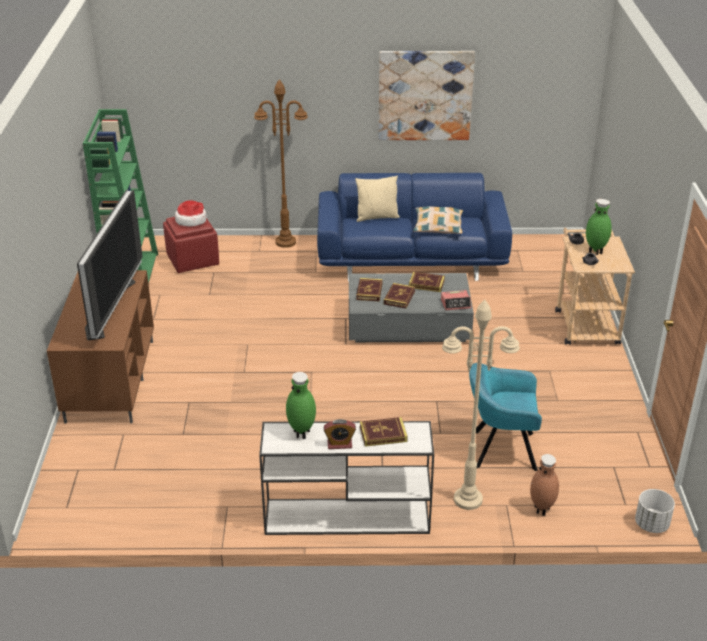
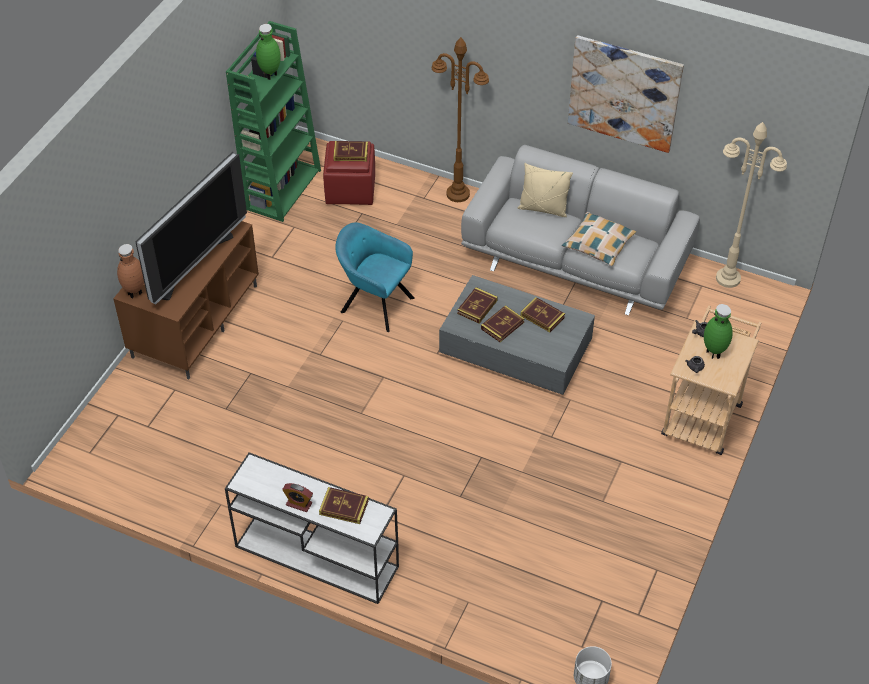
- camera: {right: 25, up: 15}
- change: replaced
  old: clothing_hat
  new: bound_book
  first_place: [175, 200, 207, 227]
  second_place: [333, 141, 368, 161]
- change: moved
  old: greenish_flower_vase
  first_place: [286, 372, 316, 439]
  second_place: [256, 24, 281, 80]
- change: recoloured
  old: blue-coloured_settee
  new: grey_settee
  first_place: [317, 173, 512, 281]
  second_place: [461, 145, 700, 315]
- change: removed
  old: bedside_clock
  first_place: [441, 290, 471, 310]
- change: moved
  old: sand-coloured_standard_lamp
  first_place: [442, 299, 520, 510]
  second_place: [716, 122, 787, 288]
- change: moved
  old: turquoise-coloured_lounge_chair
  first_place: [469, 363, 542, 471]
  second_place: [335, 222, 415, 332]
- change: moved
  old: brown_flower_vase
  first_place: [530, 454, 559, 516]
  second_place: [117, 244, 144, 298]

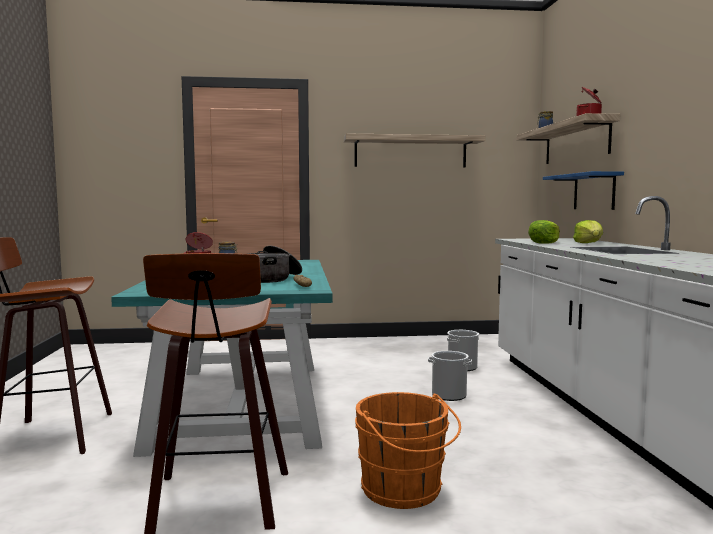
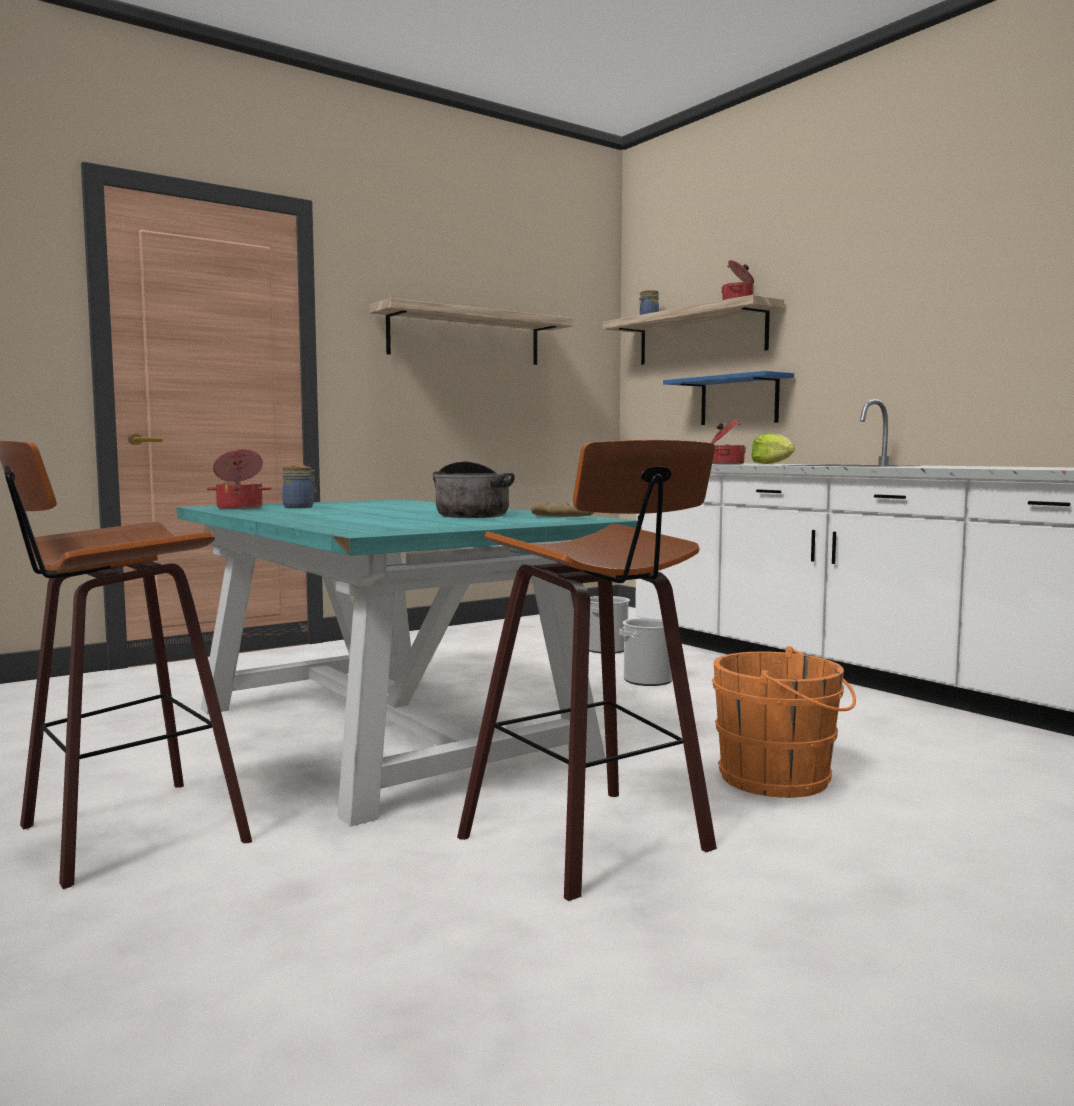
- camera: {right: -30, up: 0}
- change: replaced
  old: lettuce
  new: stockpot
  first_place: [528, 220, 560, 244]
  second_place: [711, 419, 746, 465]

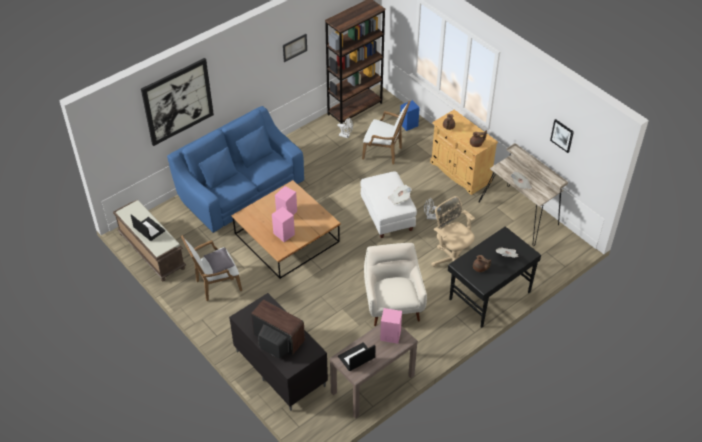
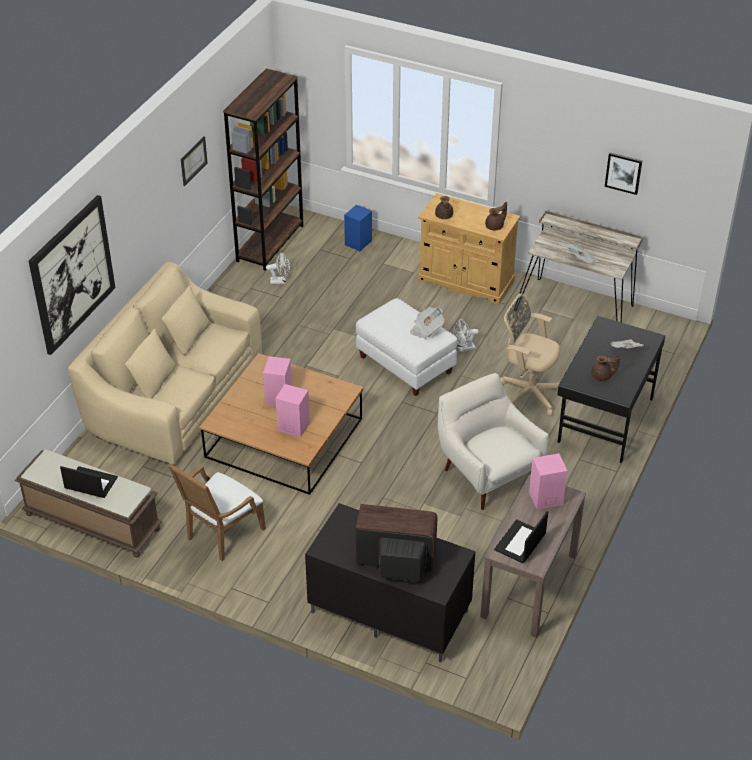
- camera: {right: -25, up: -5}
- change: recoloured
  old: blue-coloured_settee
  new: sand-coloured_settee
  first_place: [167, 106, 304, 233]
  second_place: [68, 262, 262, 465]
- change: removed
  old: grey_throw_pillow
  first_place: [204, 247, 235, 274]
- change: removed
  old: white_lounge_chair
  first_place: [362, 101, 411, 165]

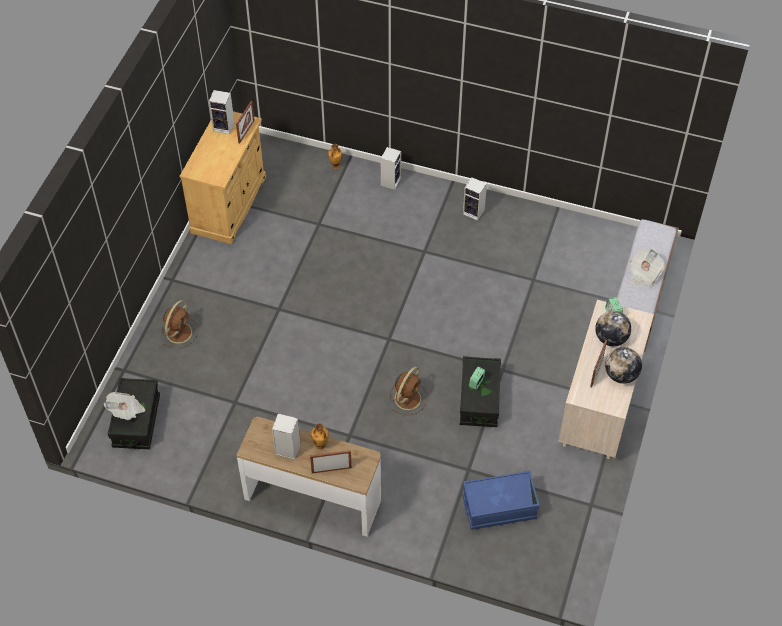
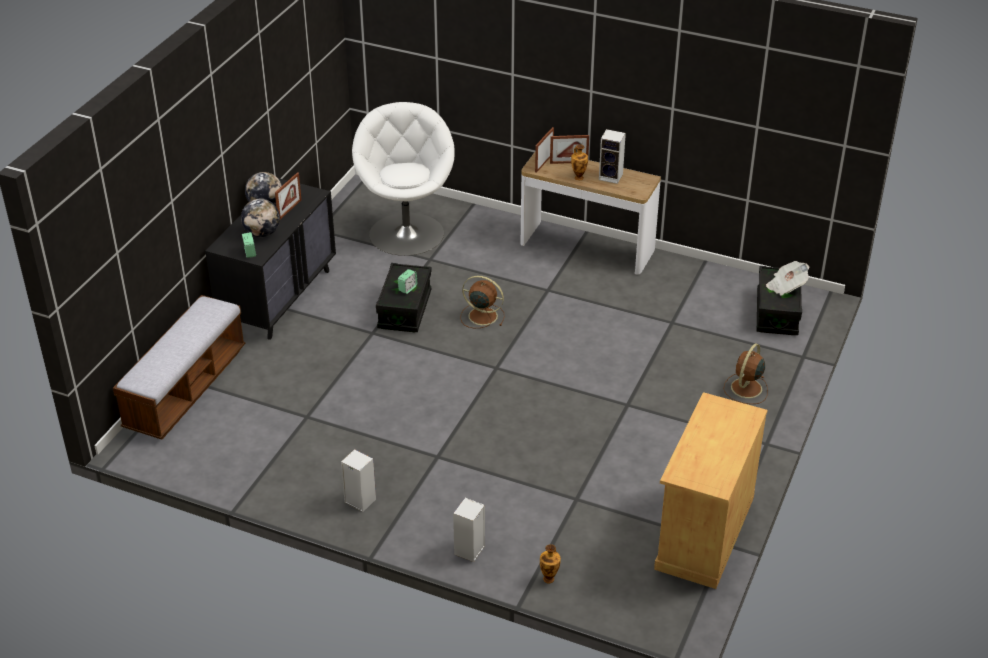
- camera: {right: -175, up: -15}
- change: removed
  old: loudspeaker
  first_place: [209, 90, 235, 134]
- change: moved
  old: photo_frame
  first_place: [236, 101, 255, 144]
  second_place: [535, 127, 554, 173]
- change: turned
  old: brown_cooling_fan
  first_place: [390, 367, 428, 415]
  second_place: [460, 276, 504, 328]
  degrees: 75
- change: replaced
  old: blue-coloured_storage_box
  new: white_lounge_chair
  first_place: [463, 470, 540, 530]
  second_place: [352, 102, 455, 256]
- change: recoloured
  old: sand-coloured_dresser
  new: black_dresser
  first_place: [558, 300, 654, 459]
  second_place: [205, 178, 336, 340]
- change: removed
  old: newspaper
  first_place: [629, 249, 665, 286]

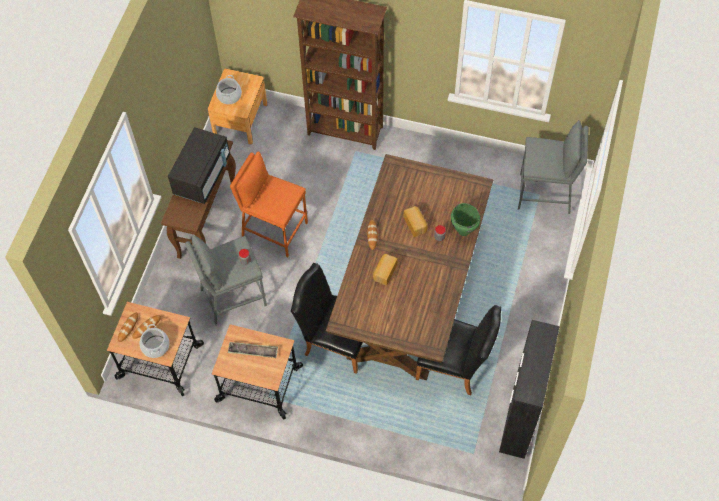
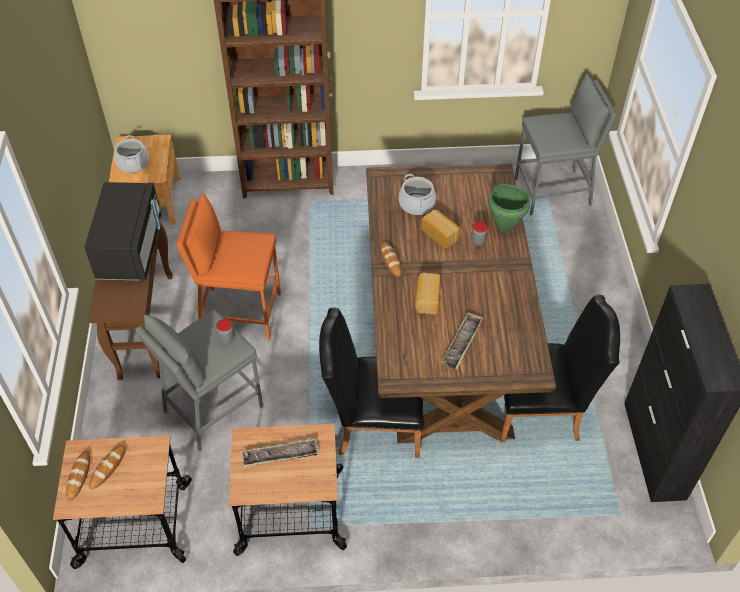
- camera: {right: -20, up: -10}
- change: moved
  old: stockpot
  first_place: [139, 324, 169, 358]
  second_place: [398, 174, 436, 215]
- change: added
  new: carrying_tray
  second_place: [441, 312, 483, 369]

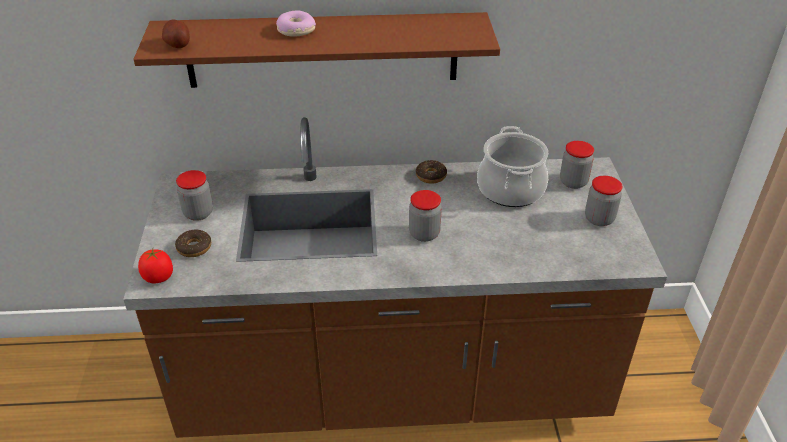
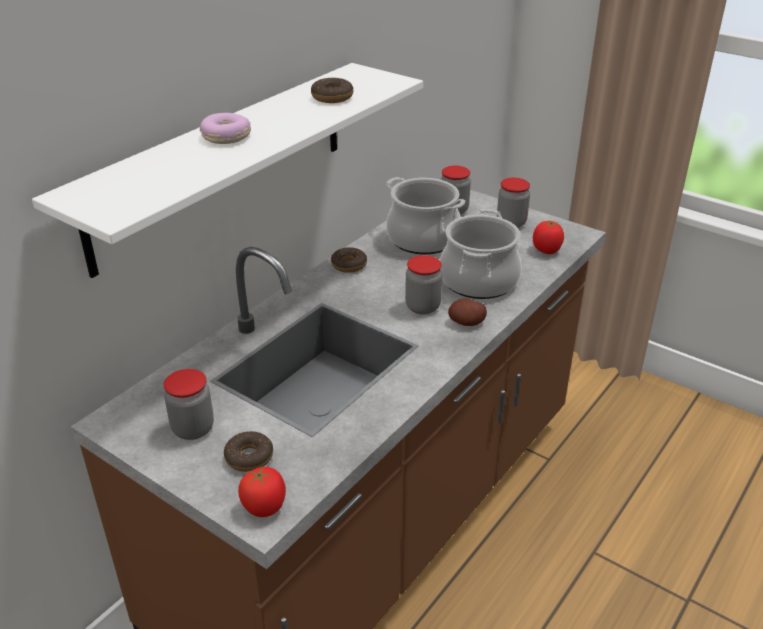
- camera: {right: -50, up: -5}
- change: recoloured
  old: brown_bracket_shelf
  new: white_bracket_shelf
  first_place: [133, 12, 500, 88]
  second_place: [32, 63, 423, 278]
- change: moved
  old: whole_potato
  first_place: [162, 19, 190, 48]
  second_place: [448, 298, 487, 326]
- change: added
  new: doughnut
  second_place: [311, 78, 353, 103]
- change: added
  new: stockpot
  second_place: [440, 209, 522, 299]
- change: added
  new: tomato
  second_place: [533, 221, 564, 254]

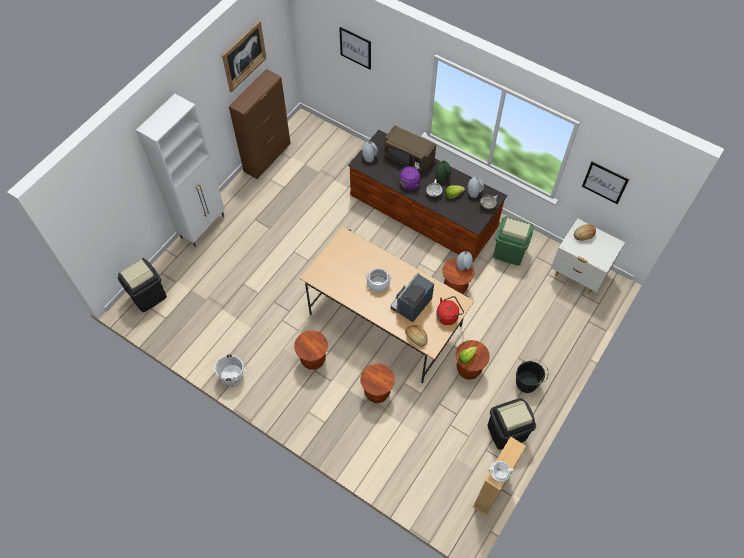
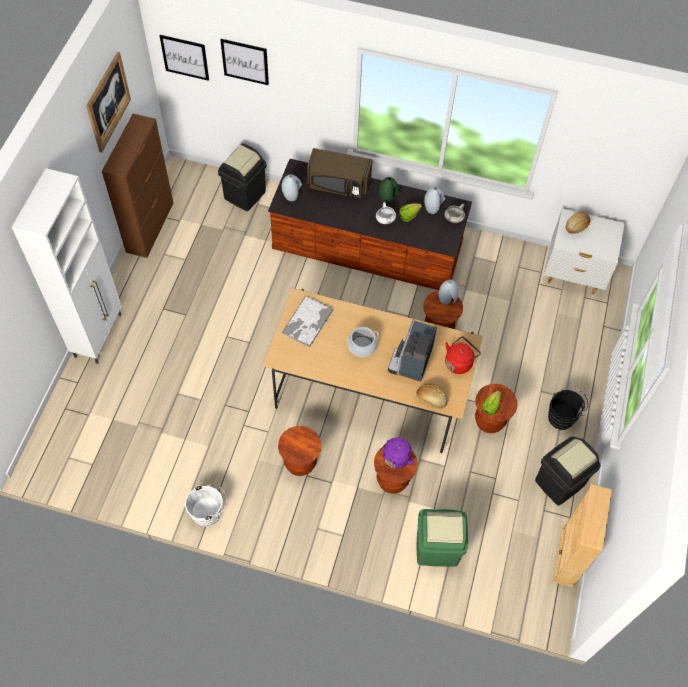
- camera: {right: -20, up: 0}
- change: moved
  old: black_waste_bin
  first_place: [118, 258, 167, 312]
  second_place: [218, 143, 267, 211]
- change: moved
  old: purple_kettle
  first_place: [396, 167, 420, 190]
  second_place: [379, 437, 415, 469]
- change: removed
  old: white_stockpot
  first_place: [488, 461, 514, 482]
- change: moved
  old: greenish_waste_bin
  first_place: [493, 216, 534, 265]
  second_place: [416, 509, 468, 567]
- change: moved
  old: wall_art
  first_place: [582, 162, 629, 204]
  second_place: [160, 35, 209, 81]
- change: added
  new: carrying_tray
  second_place: [282, 296, 334, 347]

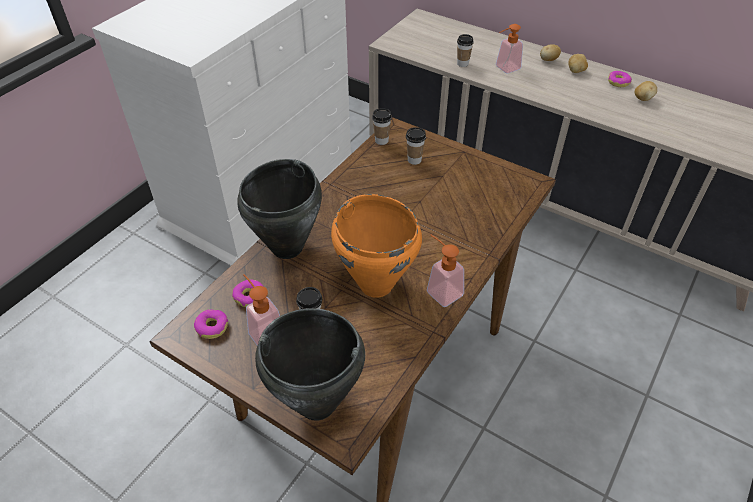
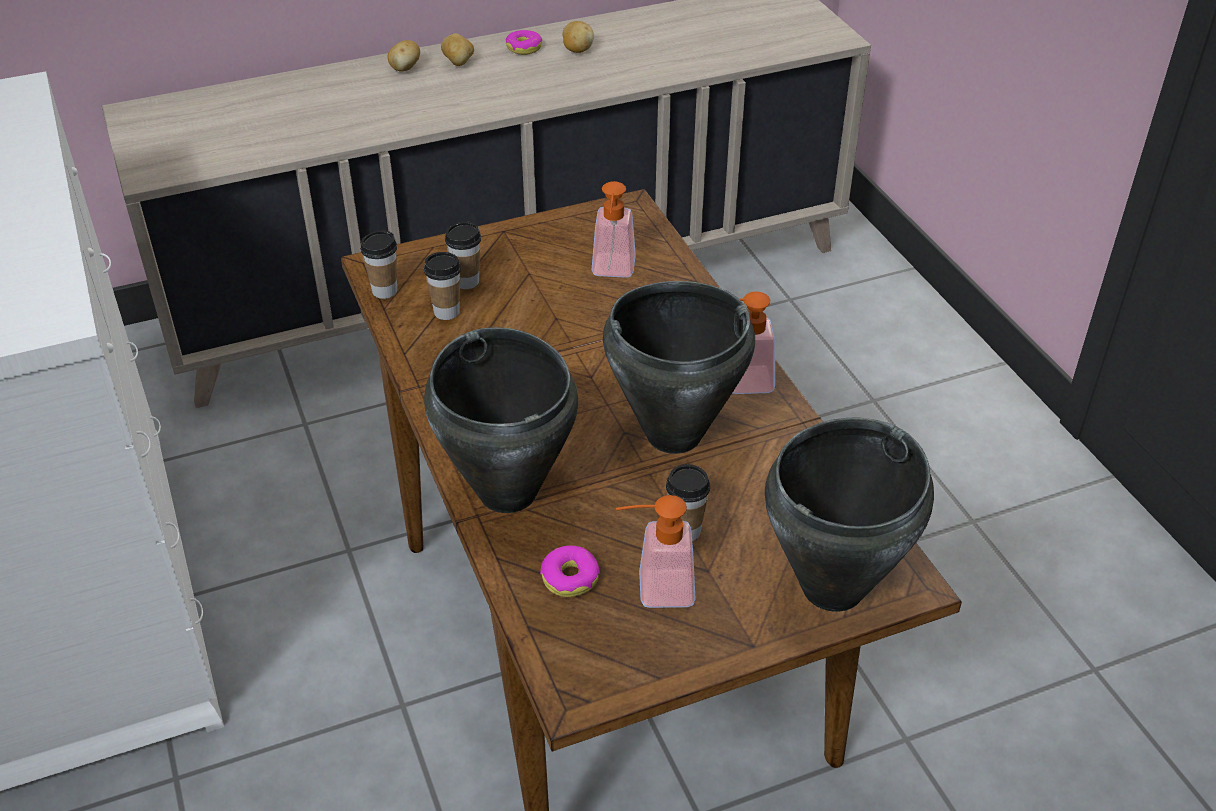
- camera: {right: -55, up: -5}
- change: removed
  old: doughnut
  first_place: [194, 309, 228, 339]
- change: recoloured
  old: orange-coloured_stockpot
  new: black_stockpot
  first_place: [331, 194, 422, 298]
  second_place: [603, 281, 755, 454]
- change: moved
  old: drinking_cup
  first_place: [457, 34, 474, 67]
  second_place: [424, 252, 461, 320]
- change: moved
  old: liquid_soap_bottle
  first_place: [496, 24, 523, 73]
  second_place: [591, 181, 636, 278]

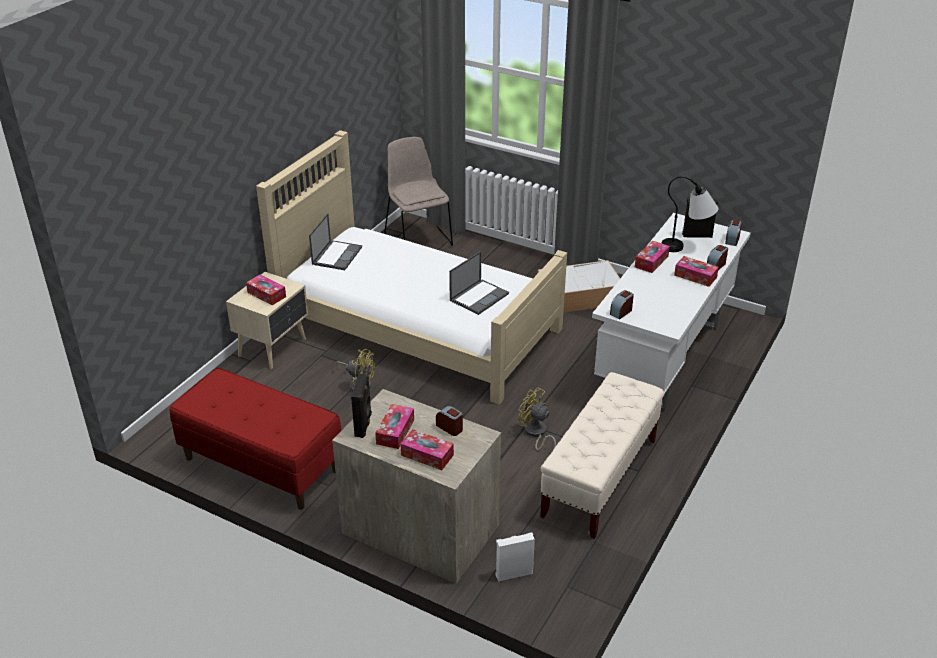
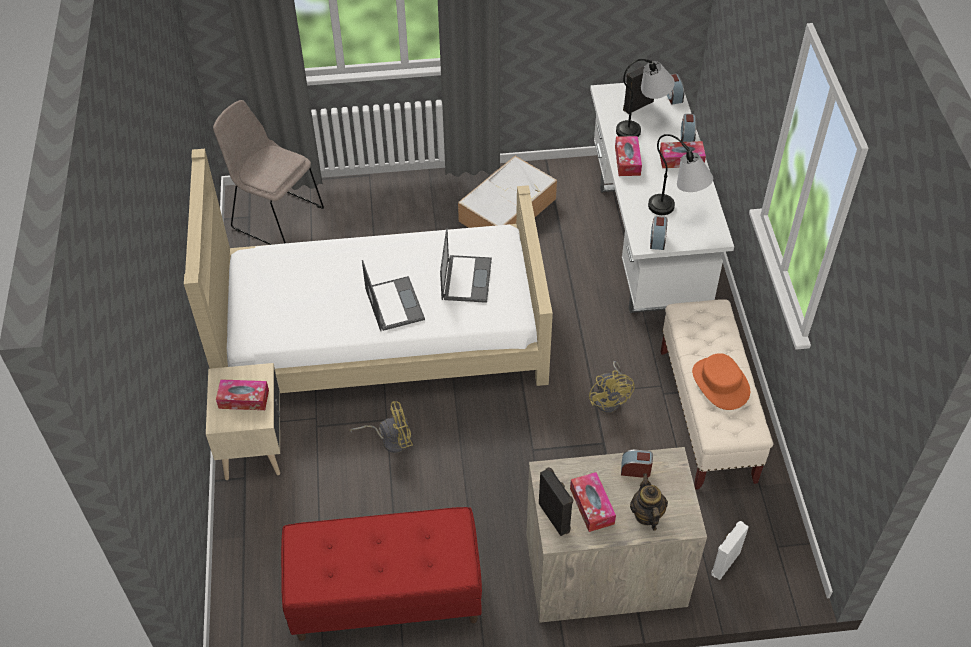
- camera: {right: -35, up: 15}
- change: moved
  old: laptop
  first_place: [309, 213, 362, 270]
  second_place: [362, 260, 425, 331]
- change: replaced
  old: box_of_tissues
  new: tea_pot
  first_place: [401, 429, 454, 470]
  second_place: [630, 473, 668, 531]
- change: turned
  old: yellowish_cooling_fan
  first_place: [518, 387, 556, 450]
  second_place: [589, 361, 634, 413]
  degrees: -105
- change: added
  new: tabletop_lamp
  second_place: [648, 134, 713, 215]
- change: added
  new: orange-coloured_clothing_hat
  second_place: [692, 353, 750, 410]

